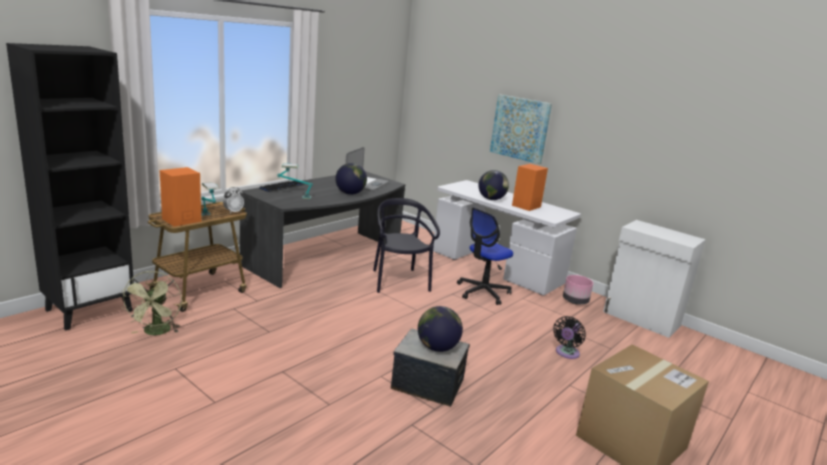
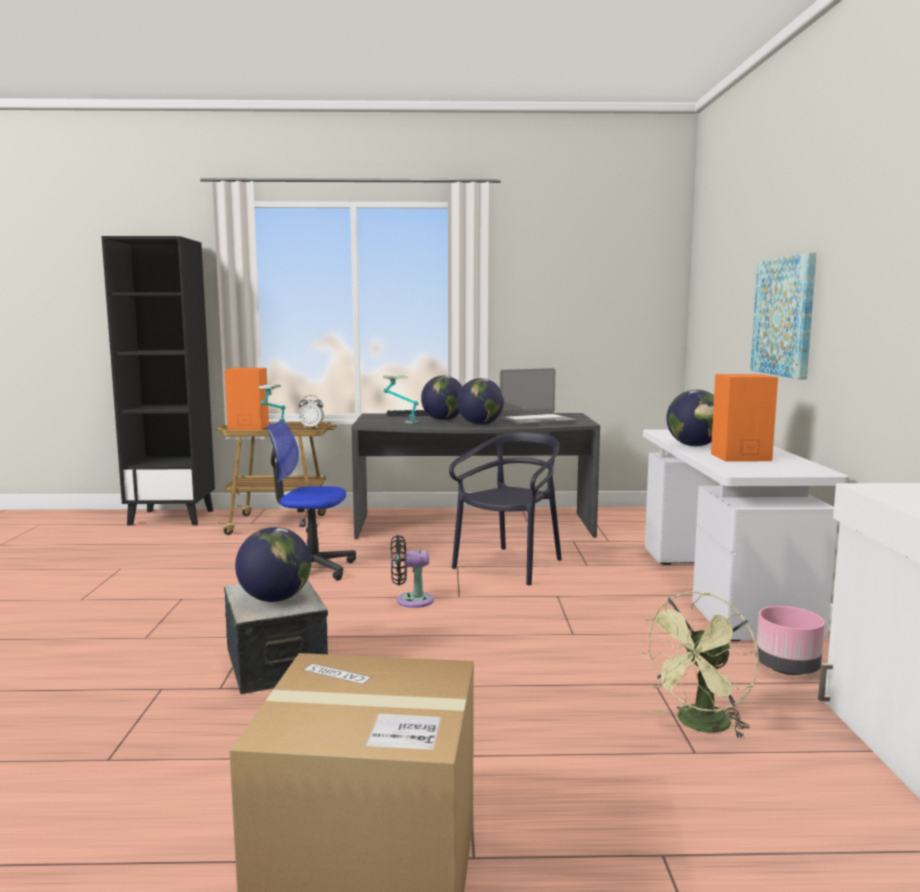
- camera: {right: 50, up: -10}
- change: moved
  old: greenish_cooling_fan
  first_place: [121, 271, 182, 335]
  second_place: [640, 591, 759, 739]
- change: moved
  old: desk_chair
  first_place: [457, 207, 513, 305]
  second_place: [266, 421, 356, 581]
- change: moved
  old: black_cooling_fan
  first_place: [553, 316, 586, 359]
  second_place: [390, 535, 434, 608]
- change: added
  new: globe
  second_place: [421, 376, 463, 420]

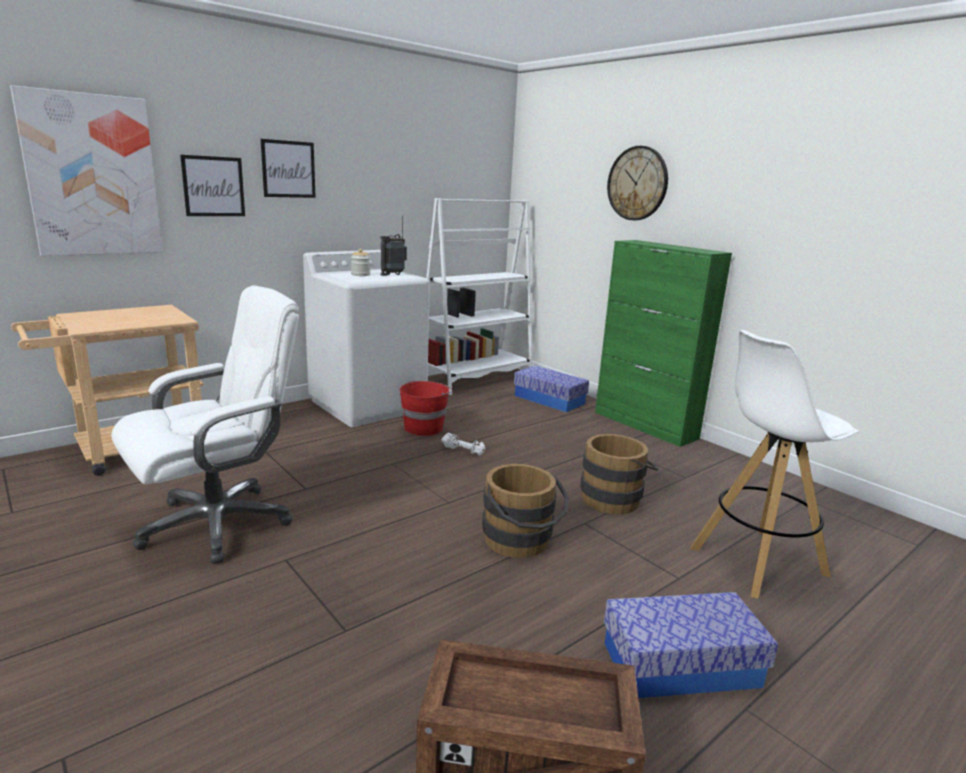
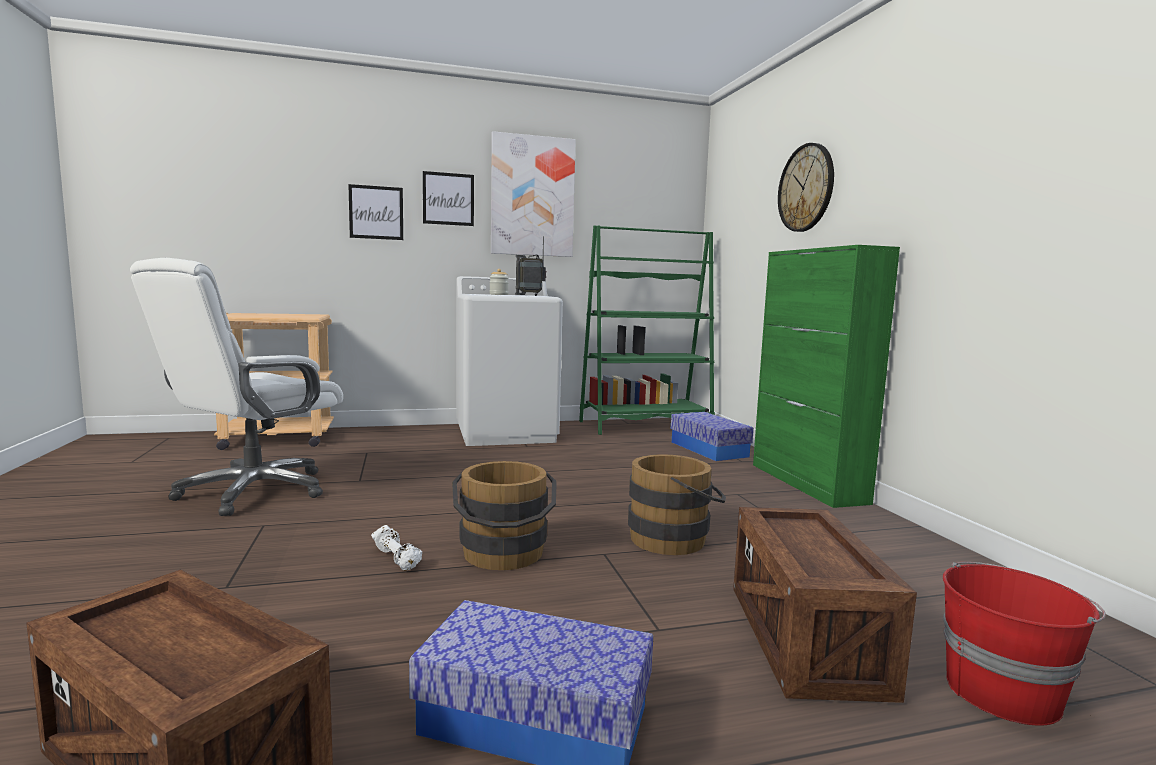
- camera: {right: 25, up: -10}
- change: moved
  old: wall_art
  first_place: [10, 85, 163, 256]
  second_place: [491, 131, 576, 257]
- change: turned
  old: white_desk_chair
  first_place: [111, 285, 299, 564]
  second_place: [130, 258, 343, 516]
  degrees: 135
- change: moved
  old: reddish_water_bucket
  first_place: [399, 381, 452, 436]
  second_place: [943, 562, 1106, 726]
- change: recoloured
  old: white_bookcase
  new: greenish_bookcase
  first_place: [426, 198, 534, 395]
  second_place: [579, 225, 715, 435]
- change: moved
  old: white_free_weight
  first_place: [441, 433, 485, 456]
  second_place: [371, 525, 422, 571]
- change: replaced
  old: white_stool_seat
  new: crate
  first_place: [690, 330, 859, 598]
  second_place: [733, 507, 917, 703]

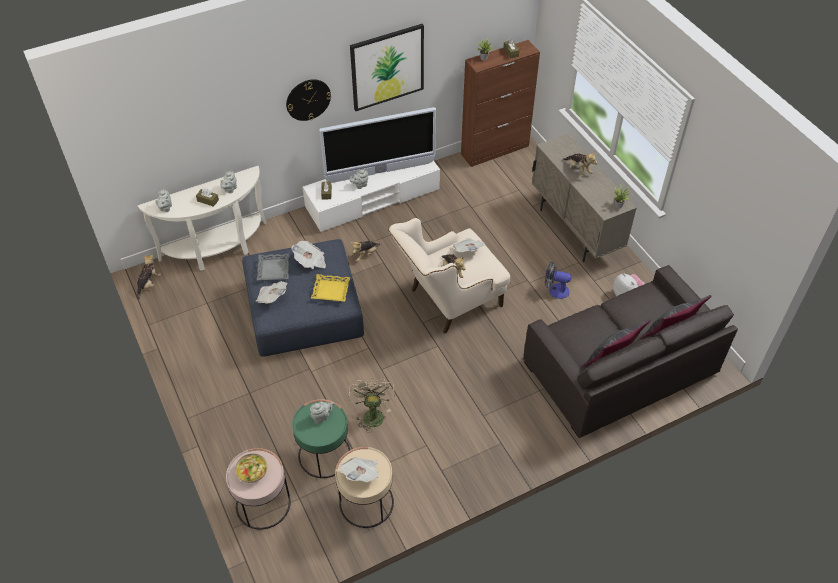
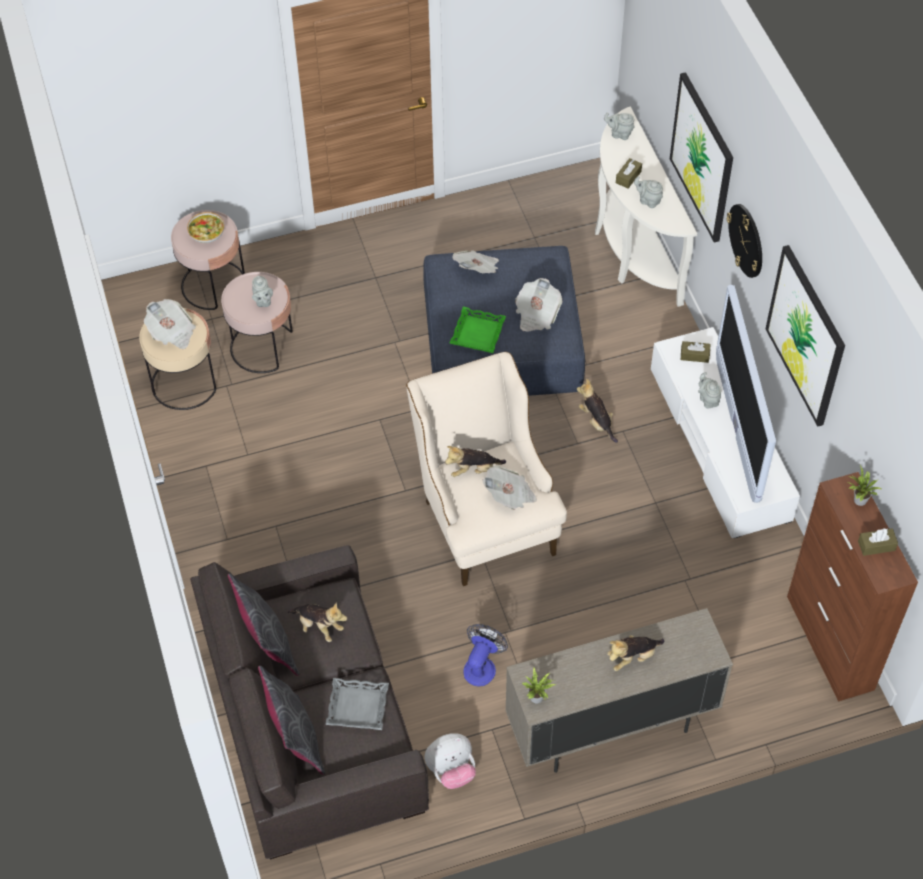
- camera: {right: 100, up: 5}
- change: moved
  old: plush_toy
  first_place: [137, 254, 161, 300]
  second_place: [288, 602, 347, 642]
- change: moved
  old: grey_carrying_tray
  first_place: [257, 254, 289, 280]
  second_place: [325, 678, 389, 730]
- change: recoloured
  old: greenish_side_table
  new: pink-coloured_side_table
  first_place: [292, 399, 350, 478]
  second_place: [221, 272, 293, 373]
- change: recoloured
  old: yellowish_carrying_tray
  new: greenish_carrying_tray
  first_place: [311, 274, 350, 301]
  second_place: [449, 307, 506, 353]
- change: removed
  old: sand-coloured_cooling_fan
  first_place: [348, 378, 396, 433]
- change: added
  new: wall_art
  second_place: [670, 72, 733, 243]

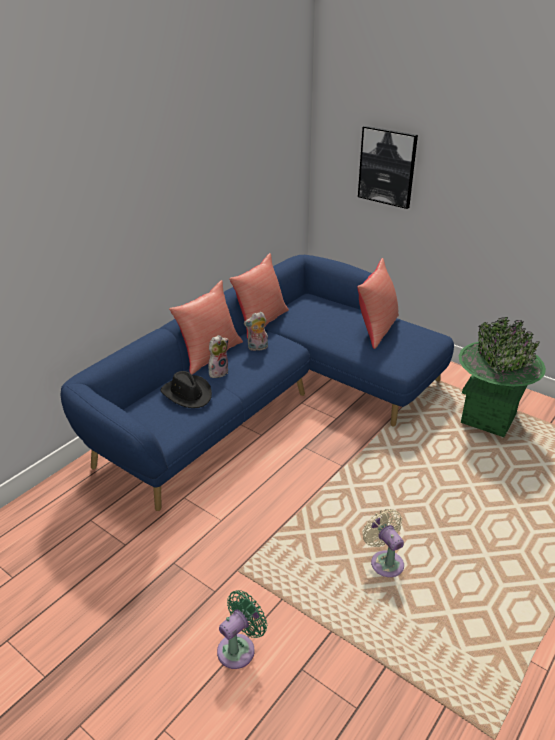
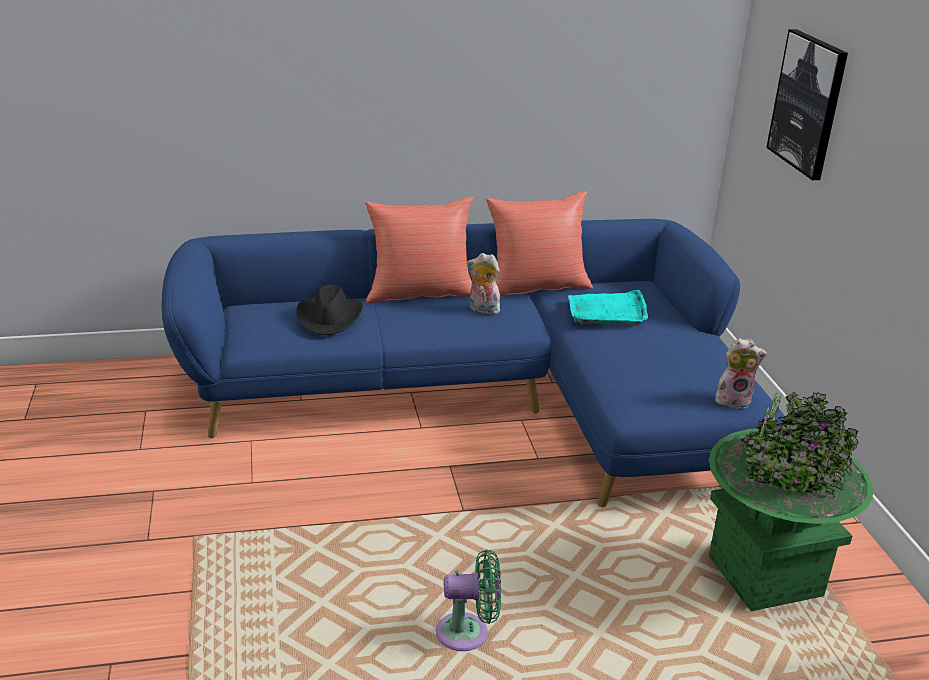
- camera: {right: 40, up: -5}
- change: moved
  old: plush_toy
  first_place: [208, 335, 229, 378]
  second_place: [715, 338, 767, 409]
- change: moved
  old: greenish_cooling_fan
  first_place: [217, 590, 267, 669]
  second_place: [436, 550, 501, 651]
- change: removed
  old: reddish_throw_pillow
  first_place: [357, 258, 399, 349]
- change: removed
  old: sand-coloured_cooling_fan
  first_place: [363, 509, 404, 577]
- change: added
  new: turquoise-coloured_carrying_tray
  second_place: [568, 290, 648, 325]

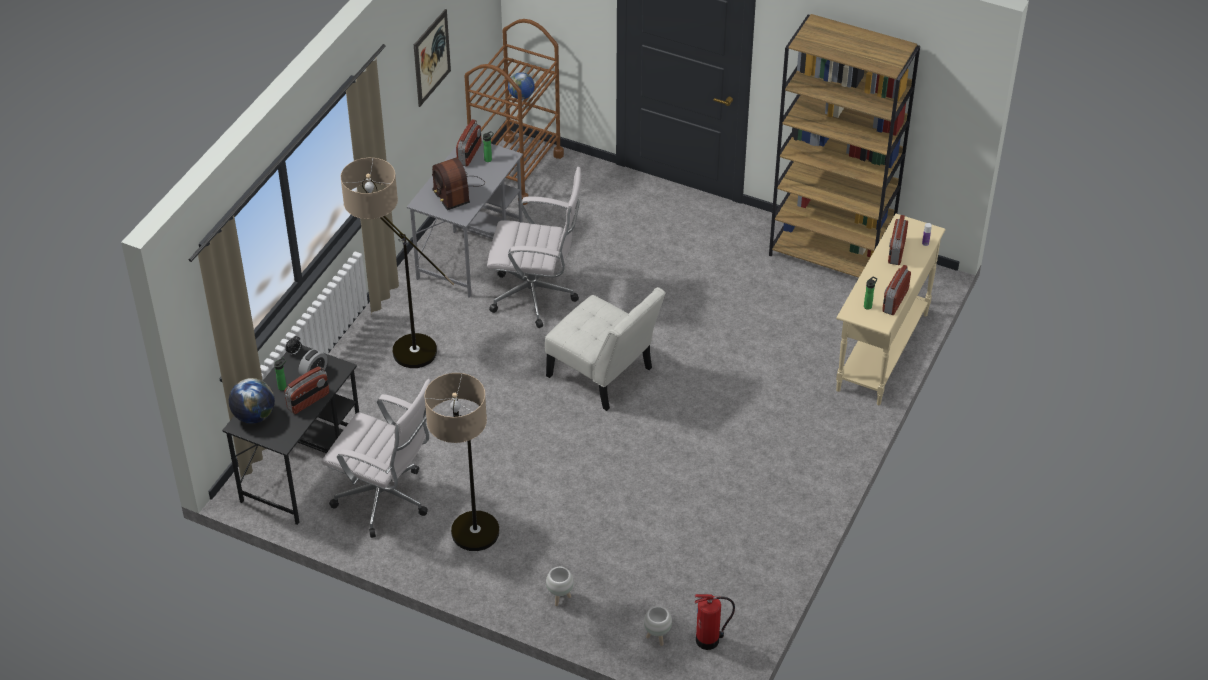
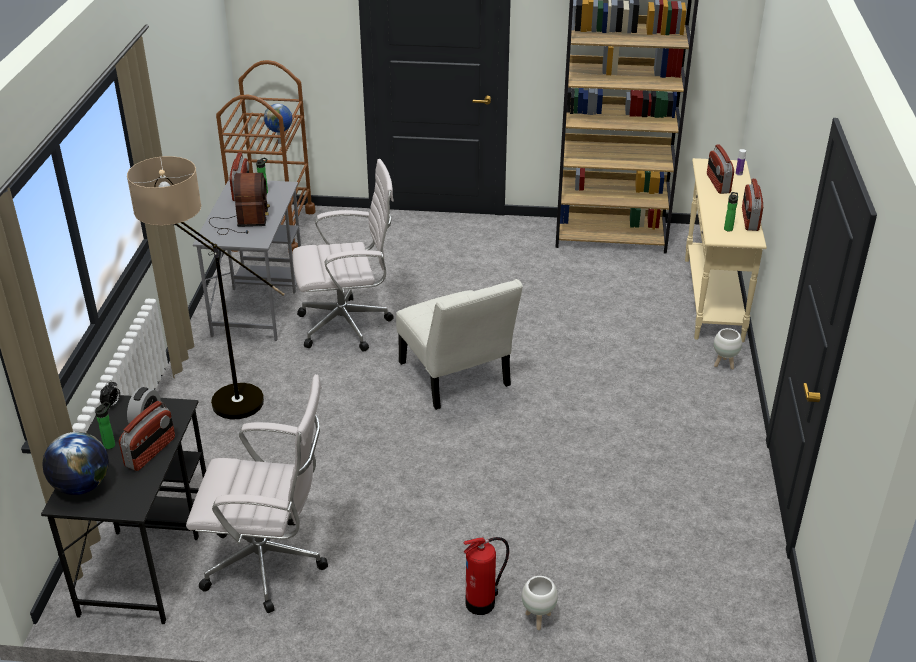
- camera: {right: -20, up: -10}
- change: removed
  old: wall_art
  first_place: [414, 9, 451, 107]
- change: removed
  old: standard_lamp
  first_place: [424, 373, 499, 551]
- change: turned
  old: radio_set
  first_place: [432, 158, 485, 210]
  second_place: [209, 173, 270, 235]
  degrees: -135
- change: turned
  old: white_chair
  first_place: [545, 287, 666, 411]
  second_place: [396, 279, 523, 410]
  degrees: 45
- change: moved
  old: white_flower_pot
  first_place: [644, 606, 672, 646]
  second_place: [714, 328, 742, 369]
- change: moved
  old: fire-fighting_cylinder
  first_place: [695, 594, 735, 650]
  second_place: [463, 537, 509, 615]

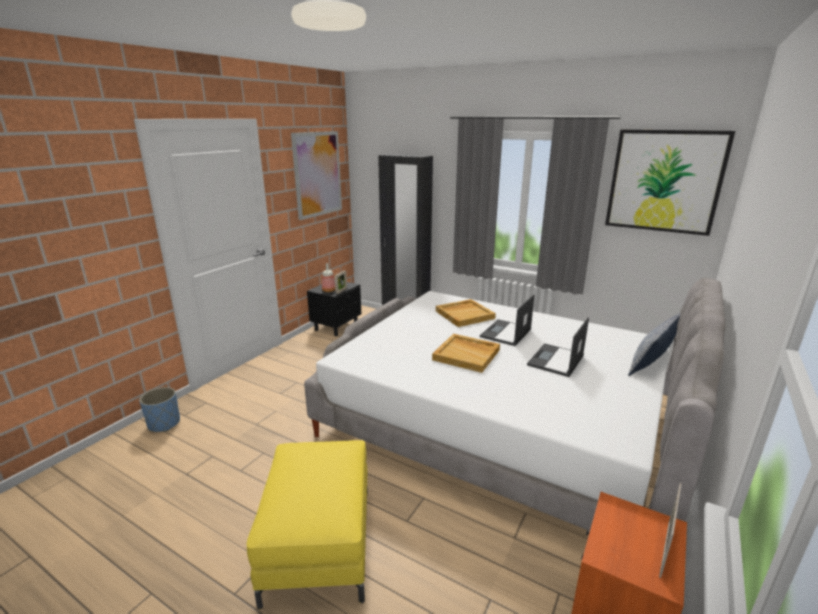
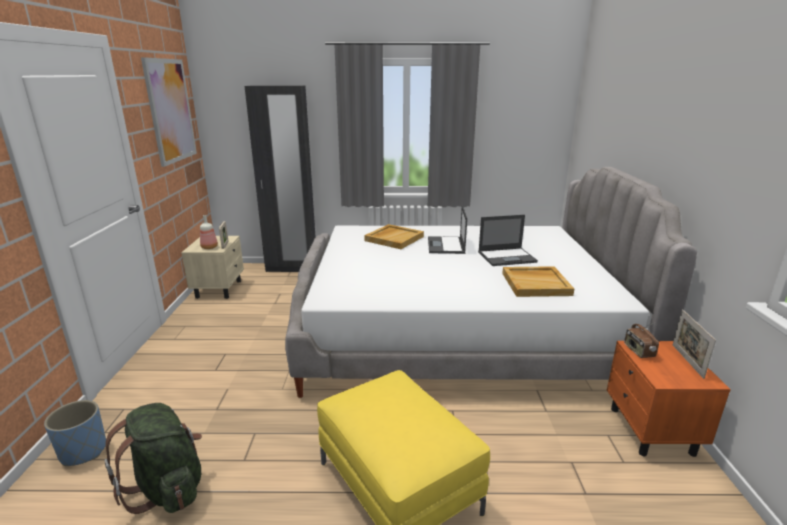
- camera: {right: -30, up: 0}
- change: recoloured
  old: black_nightstand
  new: sand-coloured_nightstand
  first_place: [307, 279, 362, 336]
  second_place: [181, 236, 244, 299]
- change: moved
  old: sand-coloured_carrying_tray
  first_place: [432, 334, 500, 373]
  second_place: [502, 266, 574, 297]
- change: turned
  old: laptop
  first_place: [527, 317, 589, 377]
  second_place: [478, 215, 538, 266]
  degrees: -105
- change: removed
  old: wall_art
  first_place: [605, 130, 735, 236]
- change: removed
  old: throw_pillow
  first_place: [628, 313, 681, 376]
- change: added
  new: greenish_knapsack
  second_place: [104, 403, 202, 514]
- change: added
  new: radio_set
  second_place: [624, 322, 659, 358]

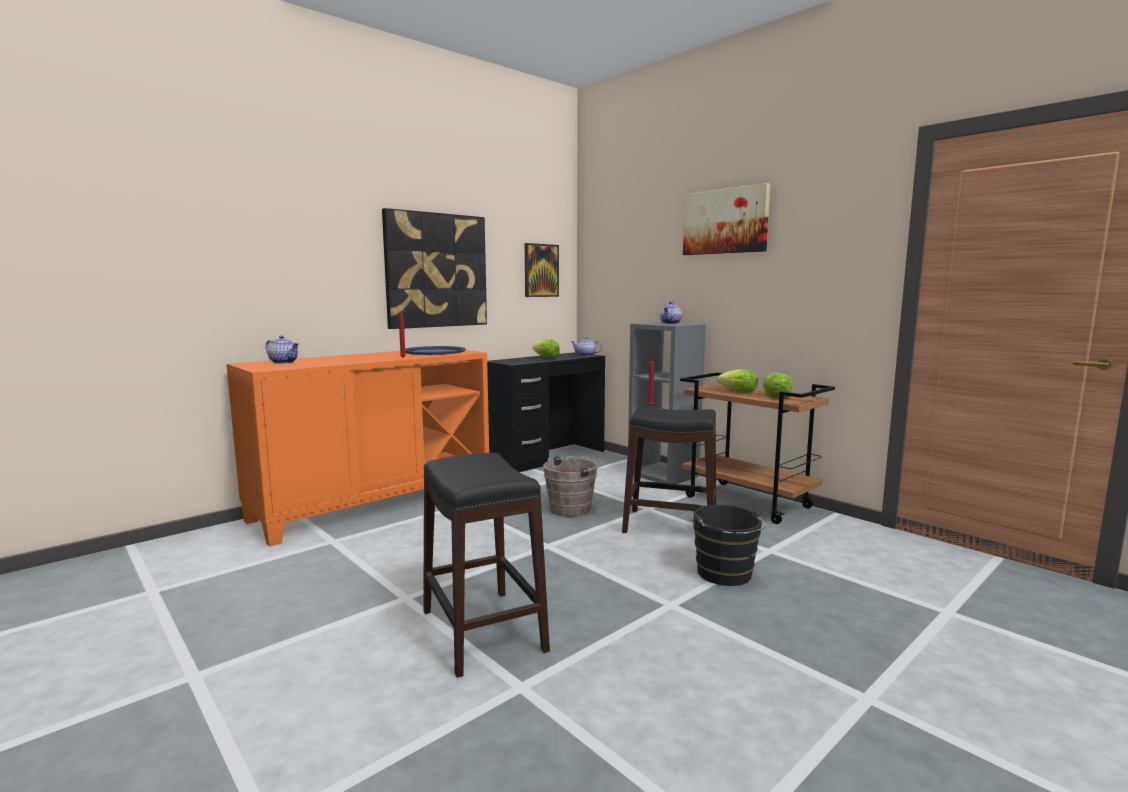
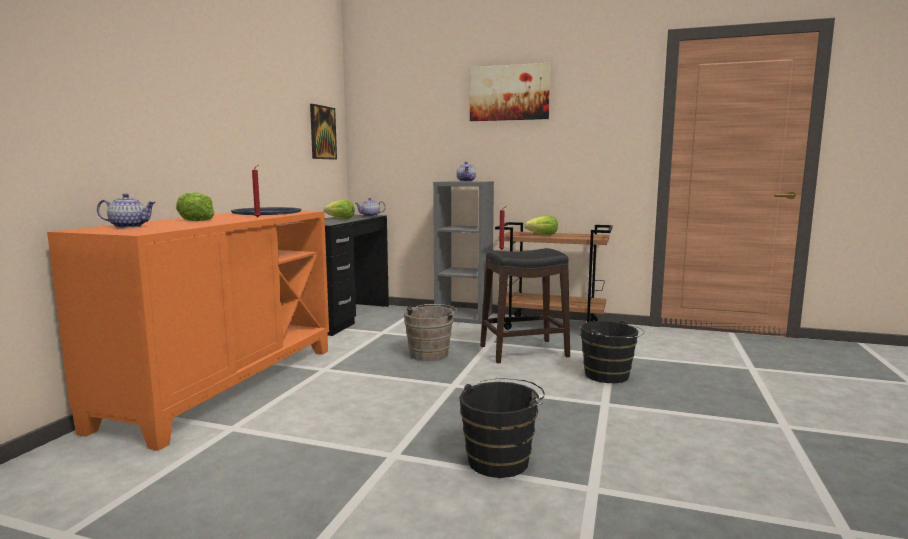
- camera: {right: -30, up: 0}
- change: removed
  old: wall_art
  first_place: [382, 208, 487, 329]
- change: replaced
  old: black_stool_seat
  new: black_water_bucket
  first_place: [423, 453, 550, 678]
  second_place: [459, 378, 545, 478]
- change: moved
  old: lettuce
  first_place: [763, 373, 793, 398]
  second_place: [176, 192, 215, 221]

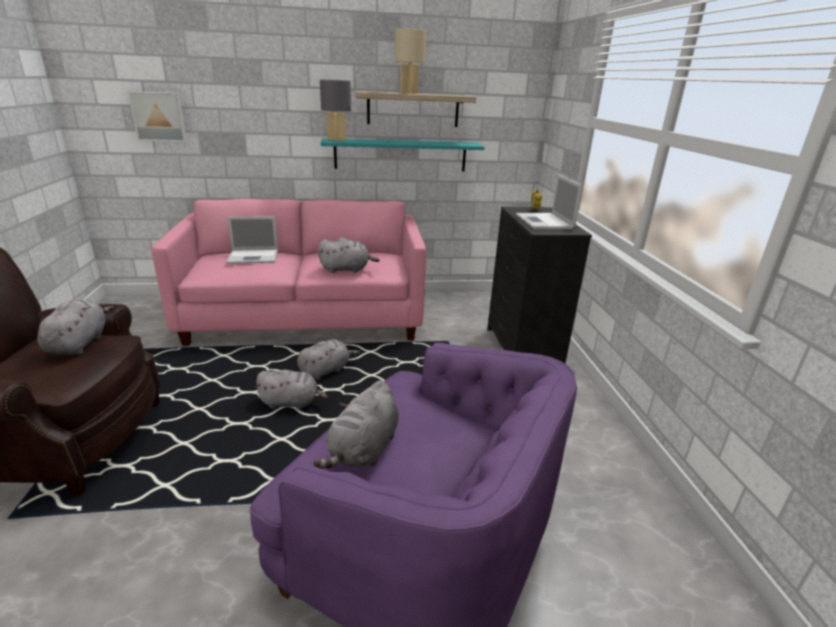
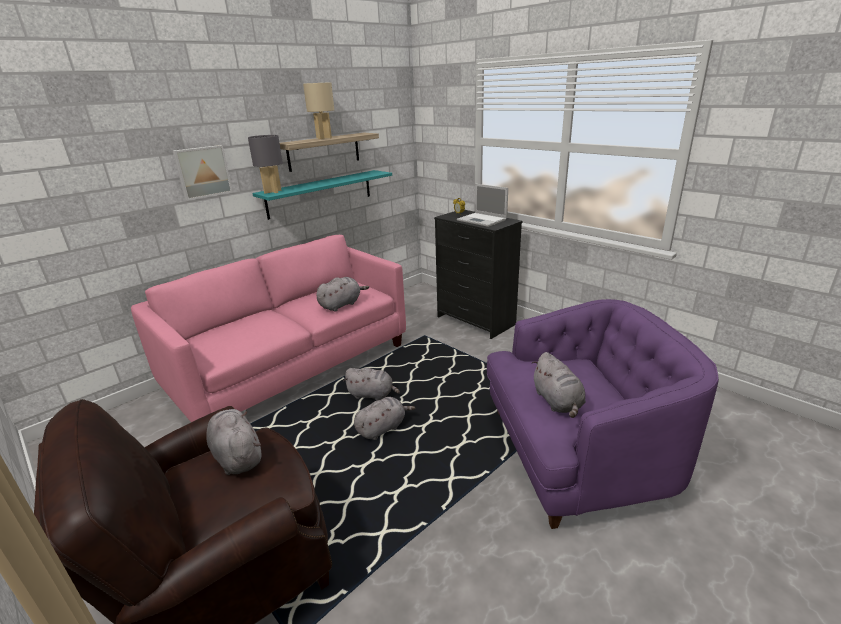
- camera: {right: -35, up: 0}
- change: moved
  old: wall_art
  first_place: [128, 91, 187, 142]
  second_place: [173, 145, 233, 200]
- change: removed
  old: laptop
  first_place: [226, 216, 278, 264]
- change: turned
  old: grey_plush_toy
  first_place: [297, 339, 360, 380]
  second_place: [344, 368, 400, 401]
  degrees: 90

